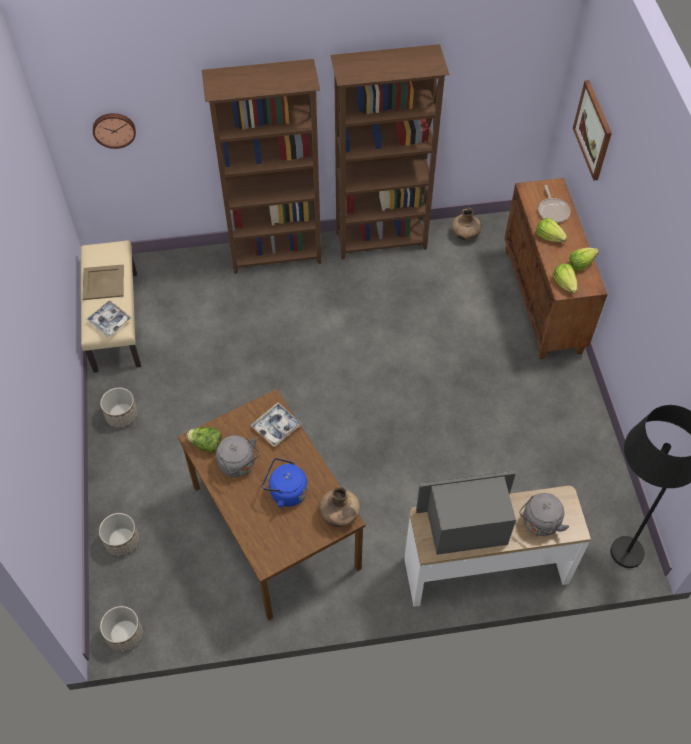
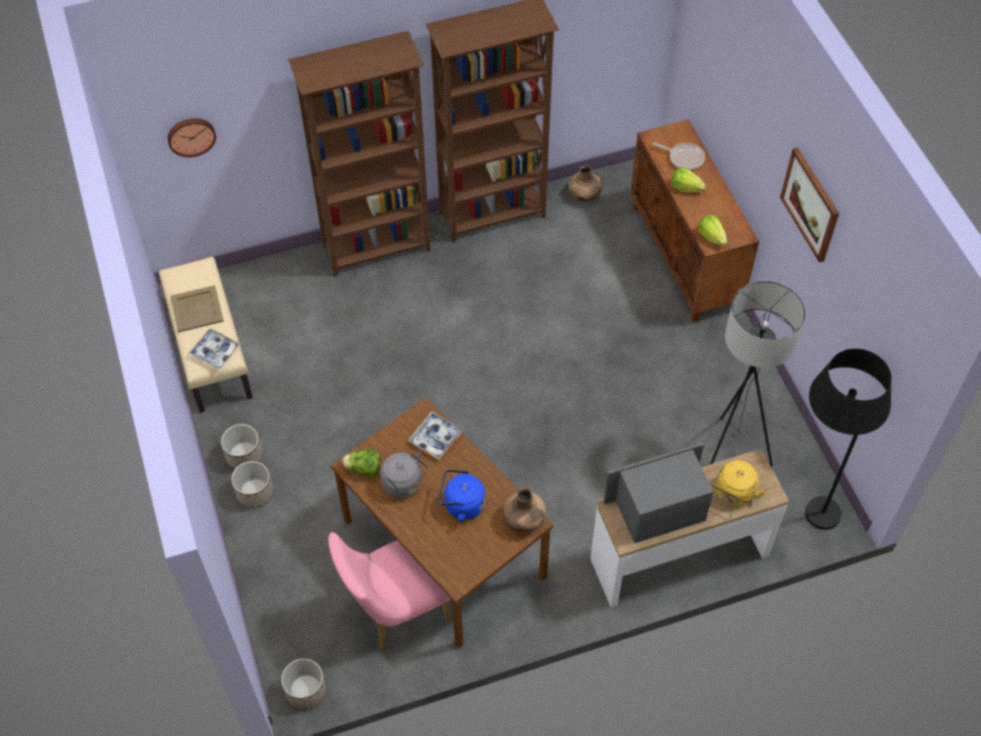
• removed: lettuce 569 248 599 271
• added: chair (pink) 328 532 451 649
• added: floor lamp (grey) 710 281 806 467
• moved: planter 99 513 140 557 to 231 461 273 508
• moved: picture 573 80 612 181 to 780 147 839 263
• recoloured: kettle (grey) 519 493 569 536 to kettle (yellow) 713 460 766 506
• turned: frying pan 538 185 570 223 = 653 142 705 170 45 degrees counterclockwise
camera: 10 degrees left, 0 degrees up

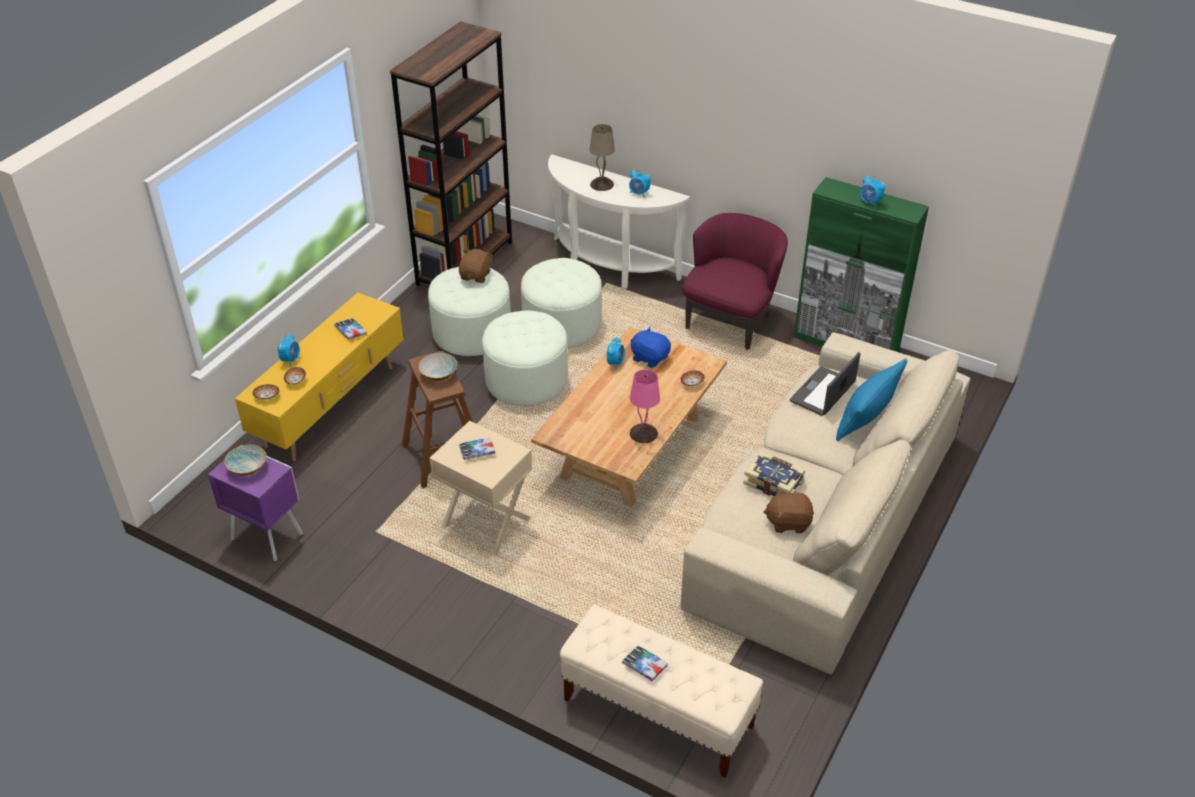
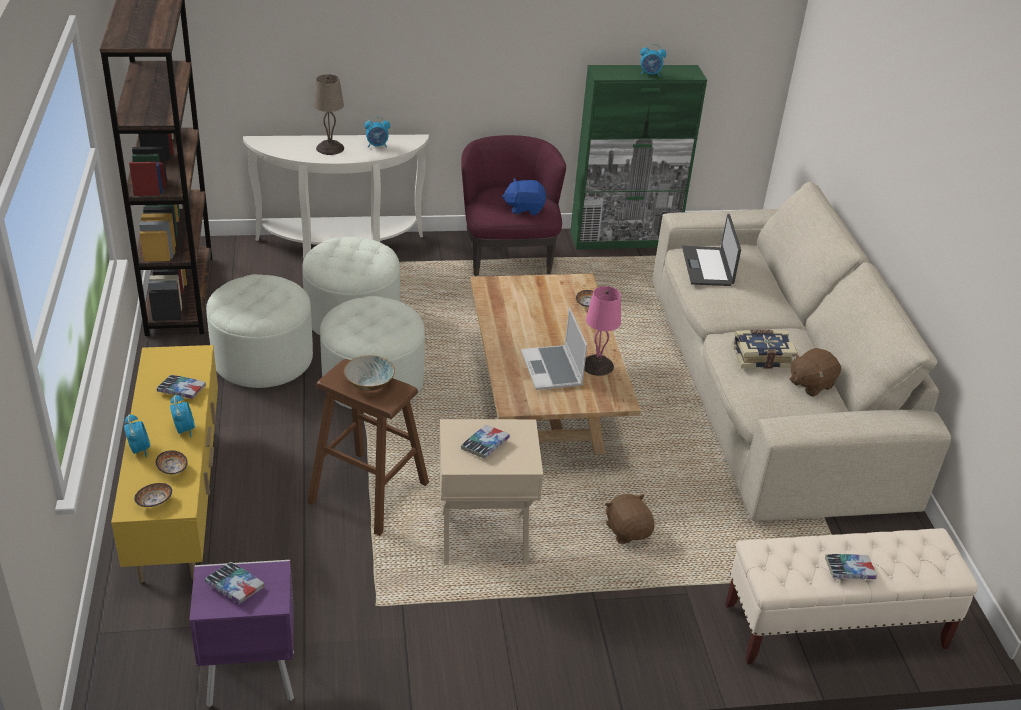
• removed: pillow (blue) 836 359 907 441
• added: laptop 521 307 587 390
• moved: plush toy (brown) 459 249 492 283 to 605 494 654 544
• moved: alarm clock 607 337 625 370 to 170 394 195 437
• moved: plush toy (blue) 631 327 671 368 to 502 178 547 215
• replaced: bowl 224 444 267 476 to book 205 562 264 604
camera: 40 degrees left, 5 degrees down

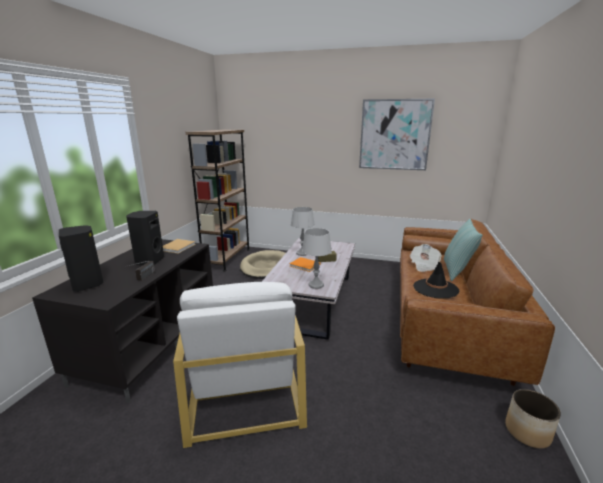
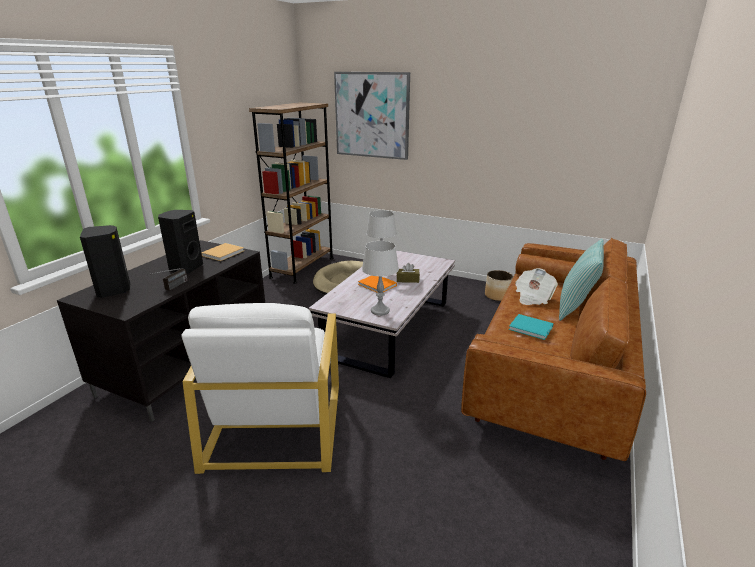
• moved: picture 359 99 435 170 to 334 72 410 160
• moved: planter 505 389 561 448 to 485 270 513 301
• replaced: hat (black) 413 262 459 299 to book (turquoise) 509 314 554 340
camera: 10 degrees right, 5 degrees up

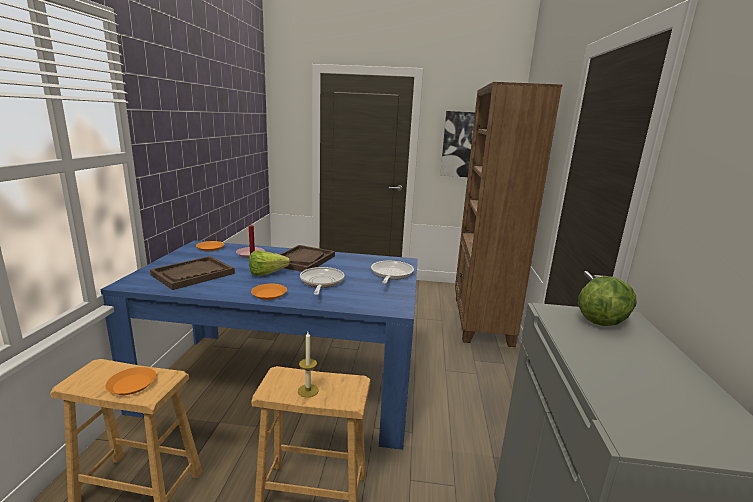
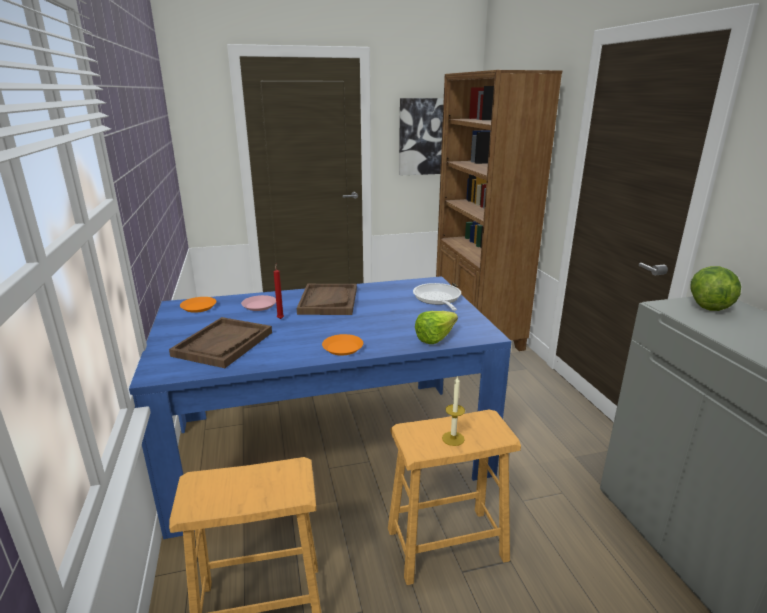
• removed: plate (orange) 105 367 156 395
• removed: frying pan 300 267 344 295
• moved: lettuce 249 251 290 276 to 415 311 458 344
camera: 20 degrees left, 5 degrees up

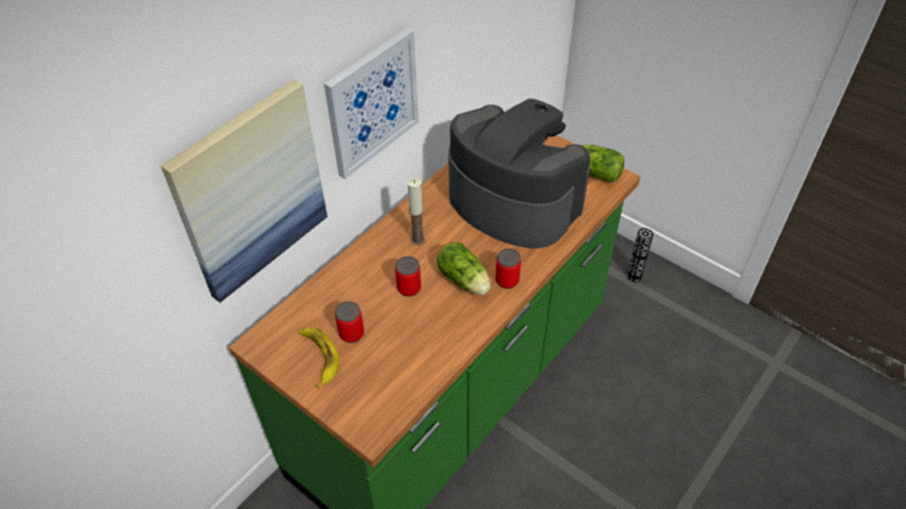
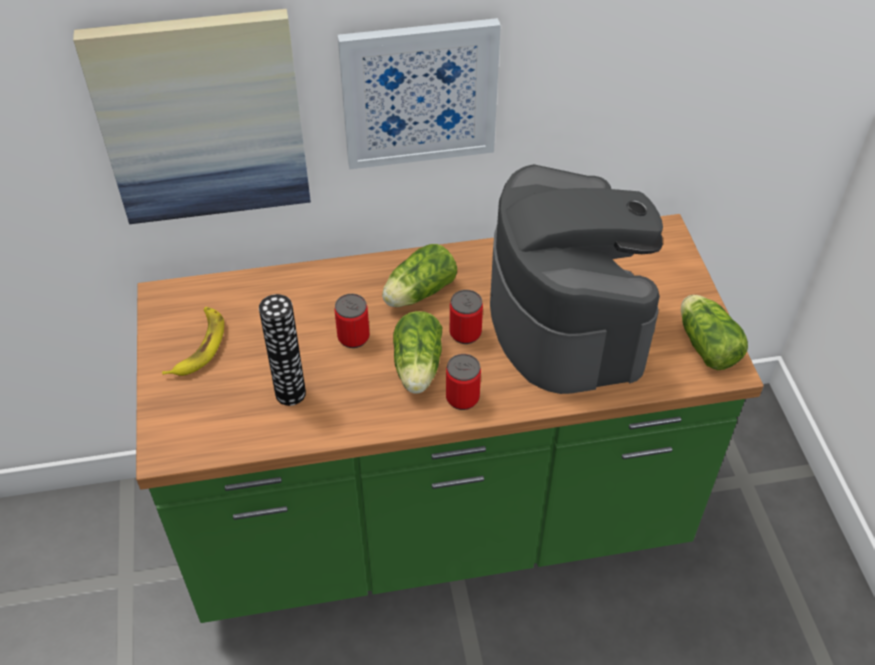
• moved: can 335 301 364 343 to 450 290 483 344
• moved: vase 627 228 653 282 to 259 294 306 406
• replaced: candle 407 178 425 245 to lettuce 382 244 457 307
camera: 40 degrees right, 0 degrees up

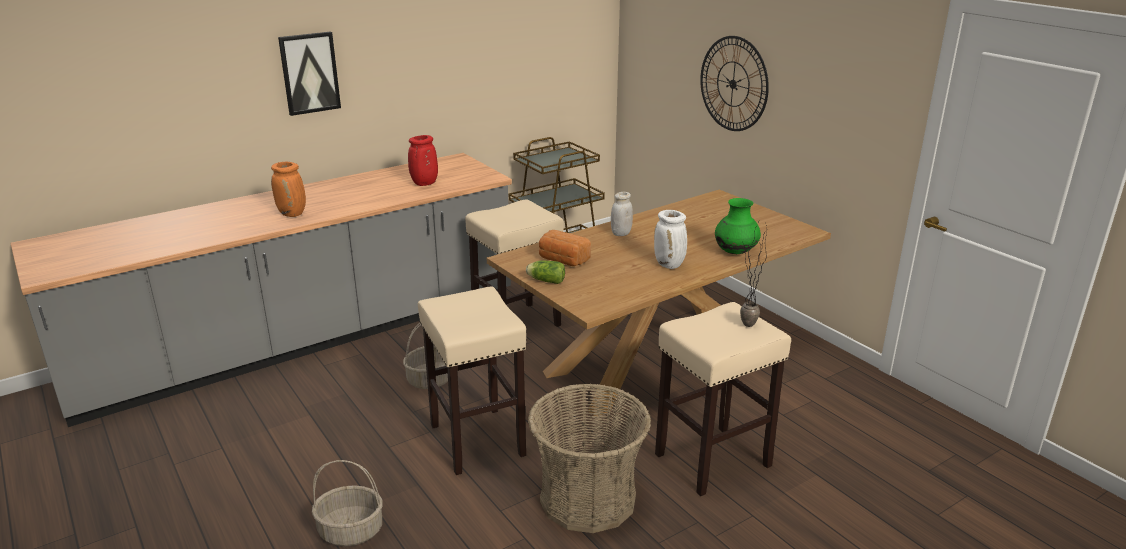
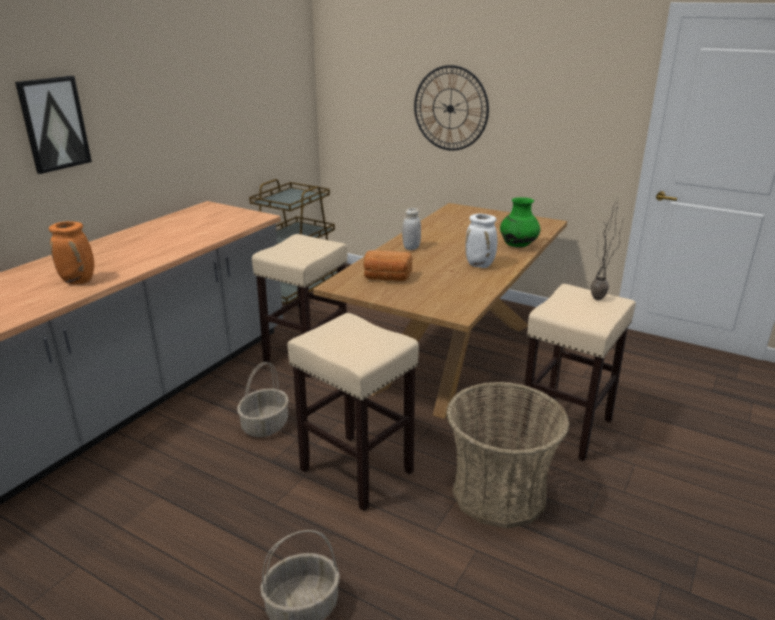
• removed: vase (red) 408 135 438 186
• removed: lettuce 526 260 565 284
camera: 25 degrees left, 0 degrees up

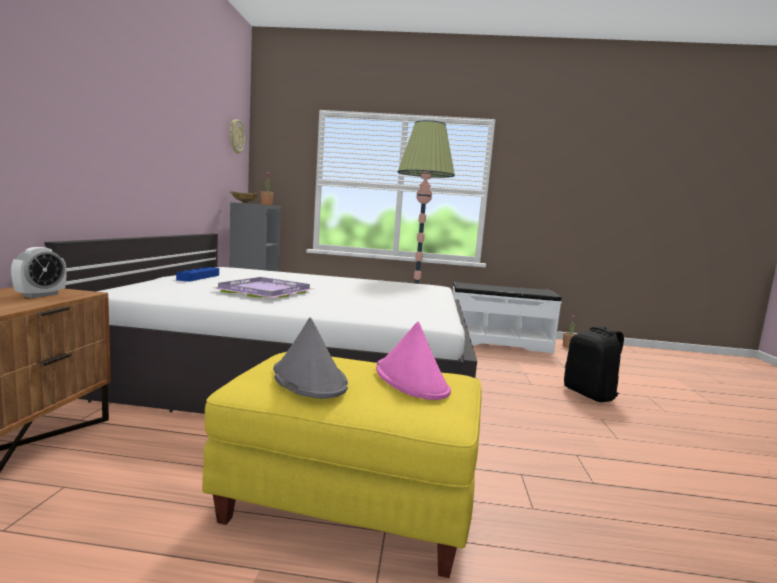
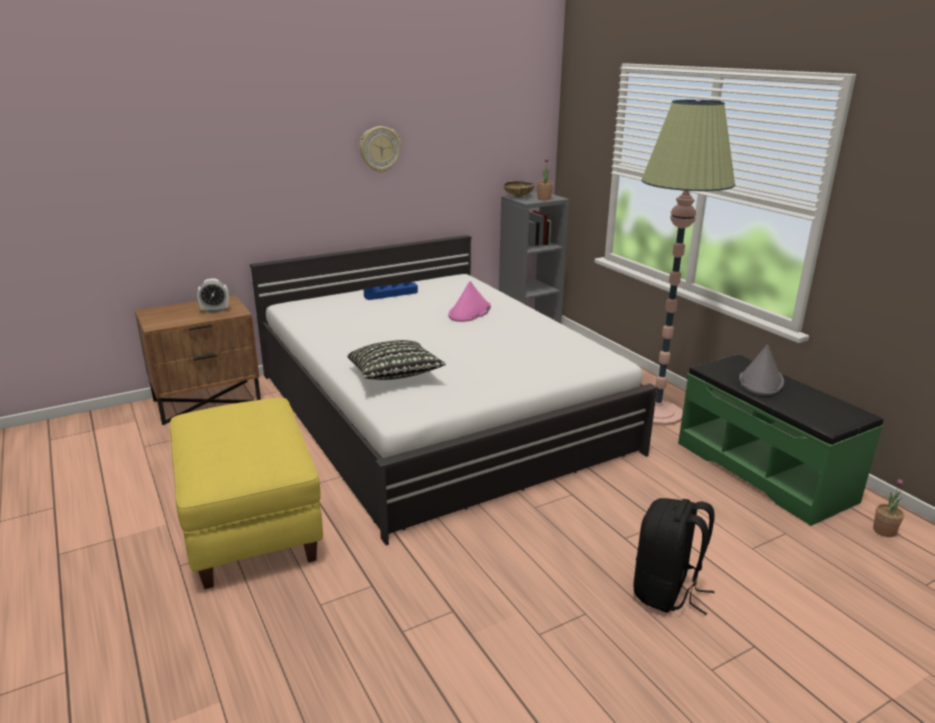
• removed: tray (purple) 213 277 314 298
• added: pillow 347 340 446 380
• moved: wall clock 230 119 245 154 to 360 126 401 172
• moved: hat (grey) 273 318 348 399 to 739 344 784 395
• moved: hat (pink) 376 321 451 400 to 448 281 491 322
• recoloured: bench (white) 453 282 562 353 to bench (green) 678 354 883 526
camera: 55 degrees right, 15 degrees up

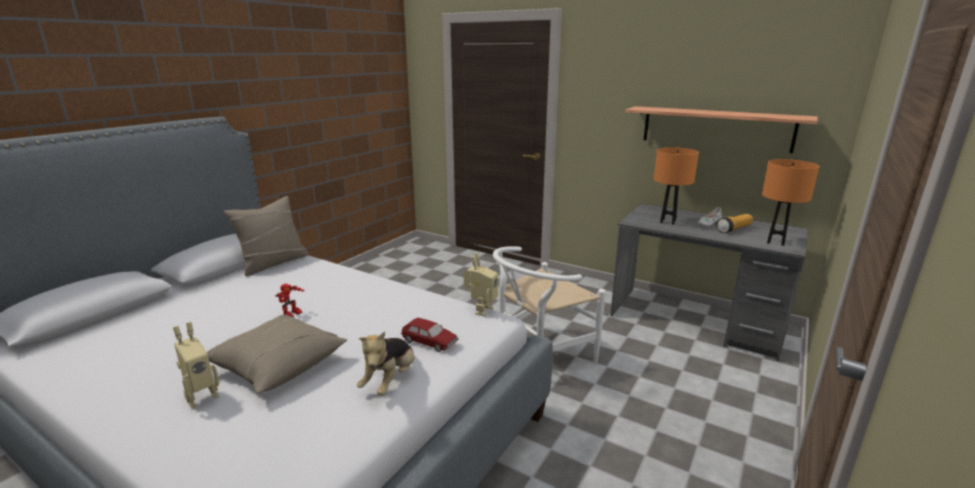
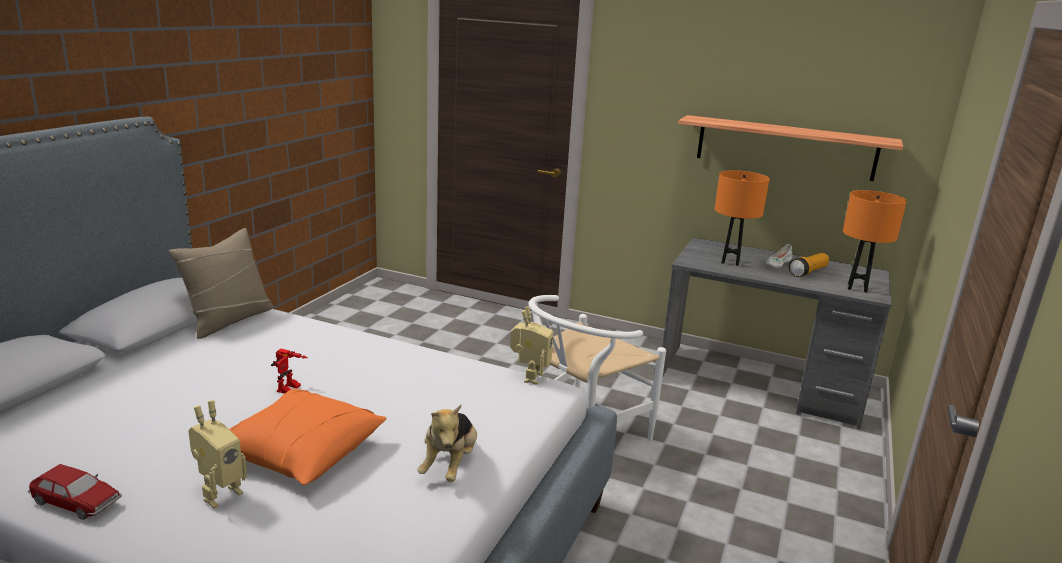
• moved: toy car 401 318 459 352 to 28 464 122 520
• recoloured: pillow (beige) 207 315 347 393 to pillow (orange) 229 389 386 485
camera: 10 degrees left, 0 degrees up

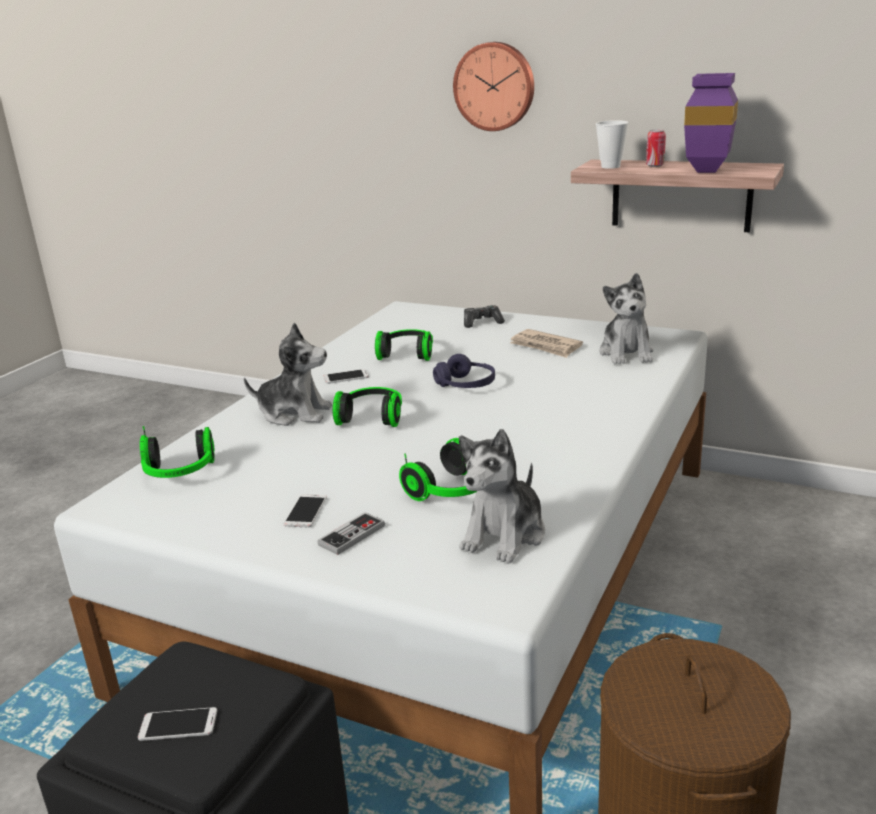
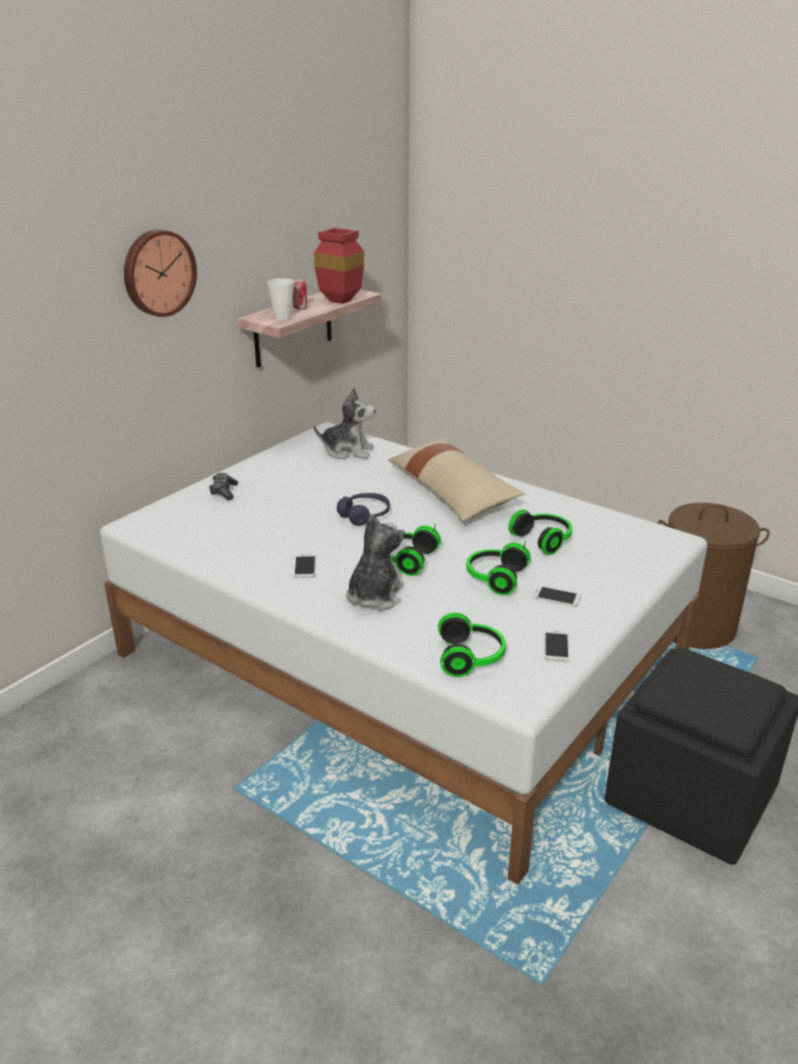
• removed: game controller 317 512 385 555
• removed: plush toy 459 429 545 564
• removed: newspaper 510 329 583 358
• added: pillow (beige) 388 438 525 521
• moved: phone 138 707 217 741 to 544 630 569 662
• moved: headphones 375 329 433 361 to 466 540 531 595
• recoloured: vase (purple) 684 73 738 173 to vase (red) 314 228 364 304
camera: 80 degrees left, 5 degrees up

